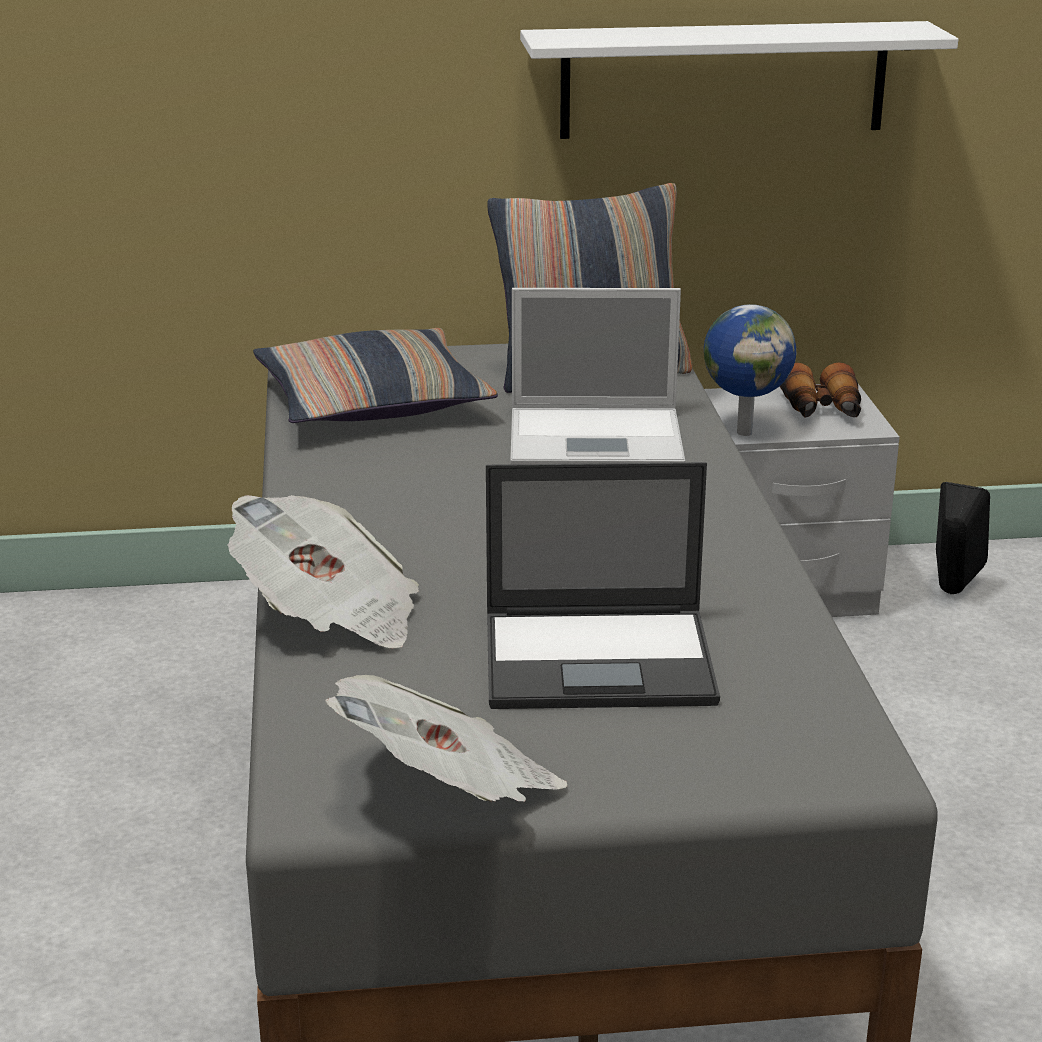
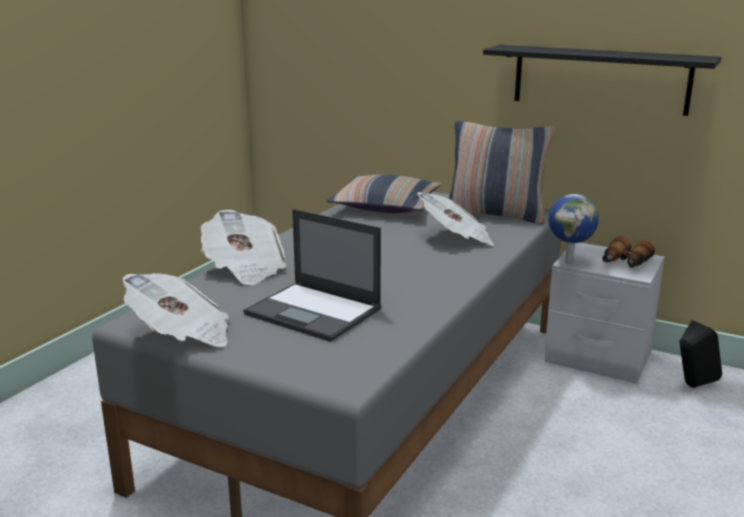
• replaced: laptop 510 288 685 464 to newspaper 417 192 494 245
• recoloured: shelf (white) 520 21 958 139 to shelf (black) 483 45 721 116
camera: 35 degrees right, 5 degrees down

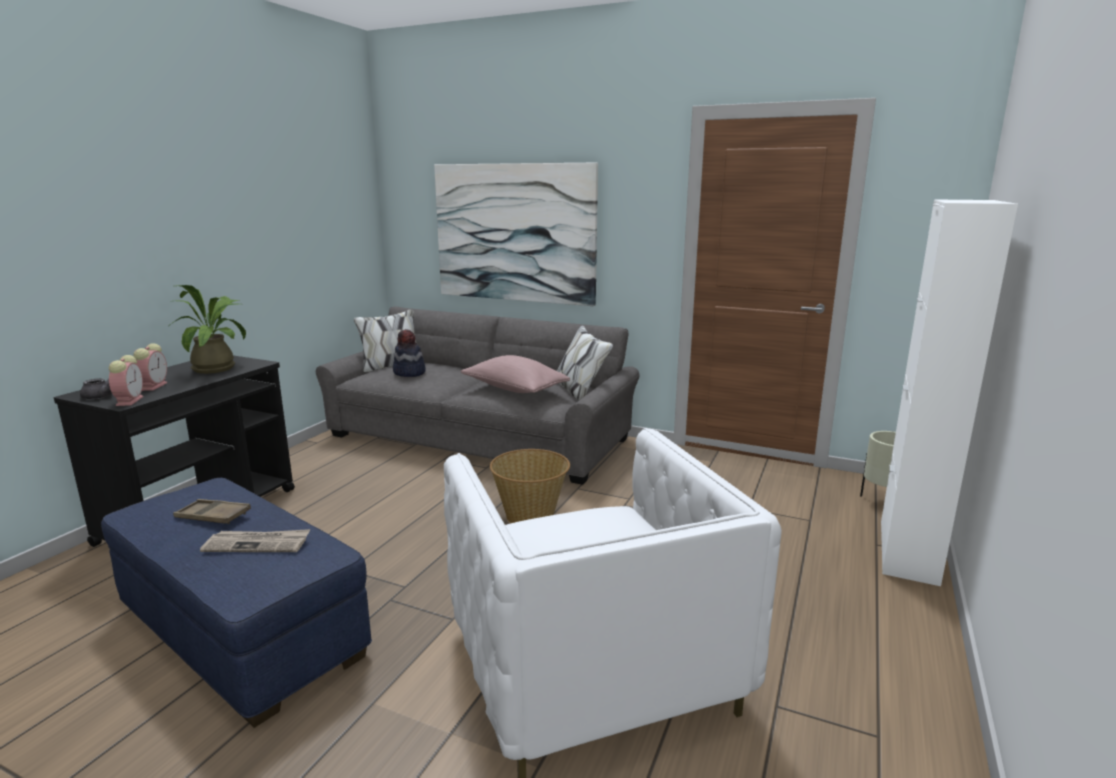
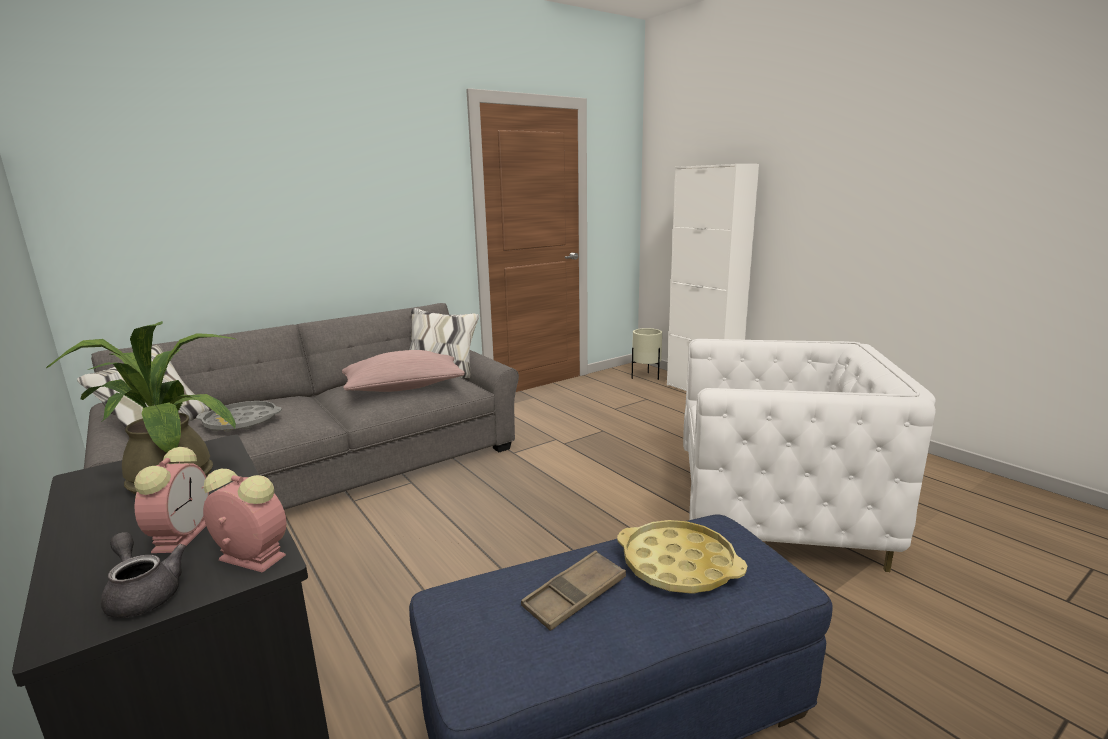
• removed: picture 434 162 598 306
• removed: basket 490 449 570 523
• replaced: newspaper 200 529 310 552 to tray (yellow) 617 520 747 594
• replaced: hat 393 329 426 377 to tray (grey) 196 401 282 432
• turned: alarm clock 133 343 167 391 = 134 447 209 553 60 degrees clockwise
camera: 60 degrees left, 0 degrees up

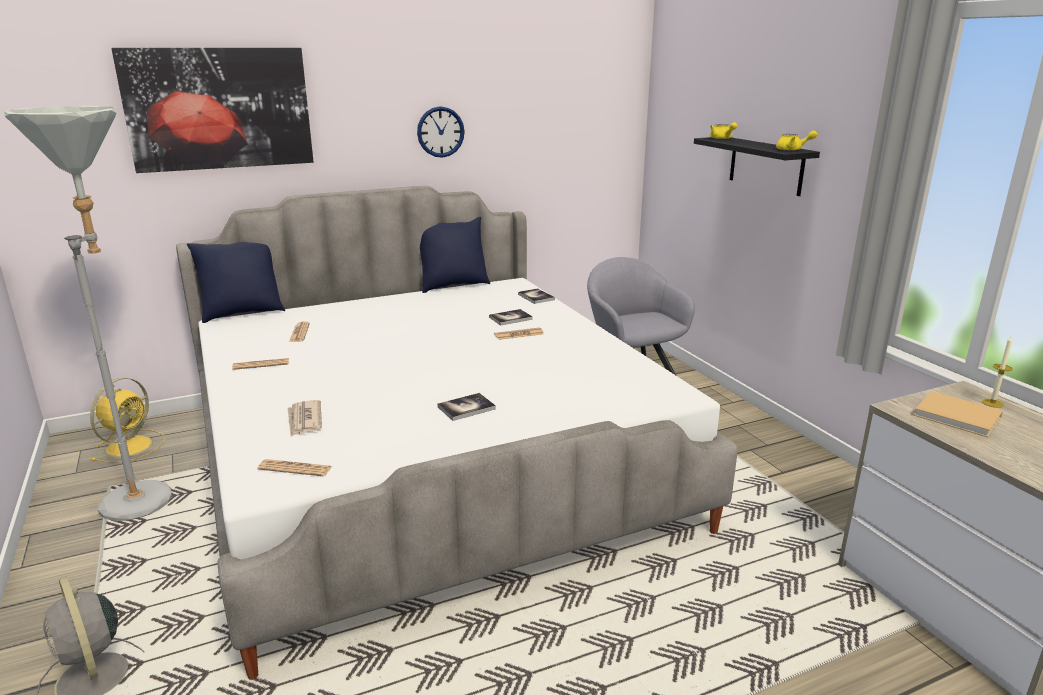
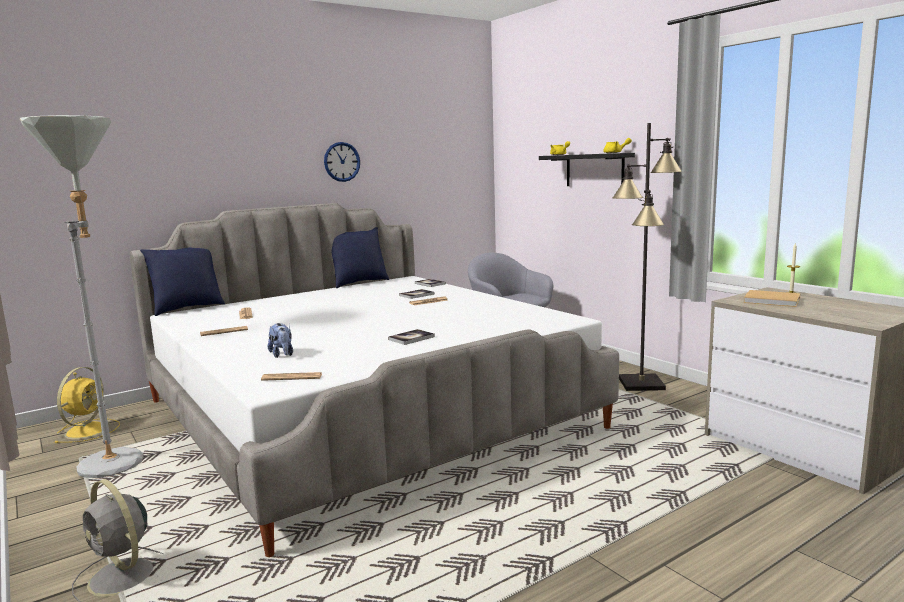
• removed: picture 111 48 313 173
• added: floor lamp (black) 612 123 682 391
• replaced: newspaper 288 400 322 437 to plush toy 268 323 293 358
camera: 10 degrees left, 10 degrees down

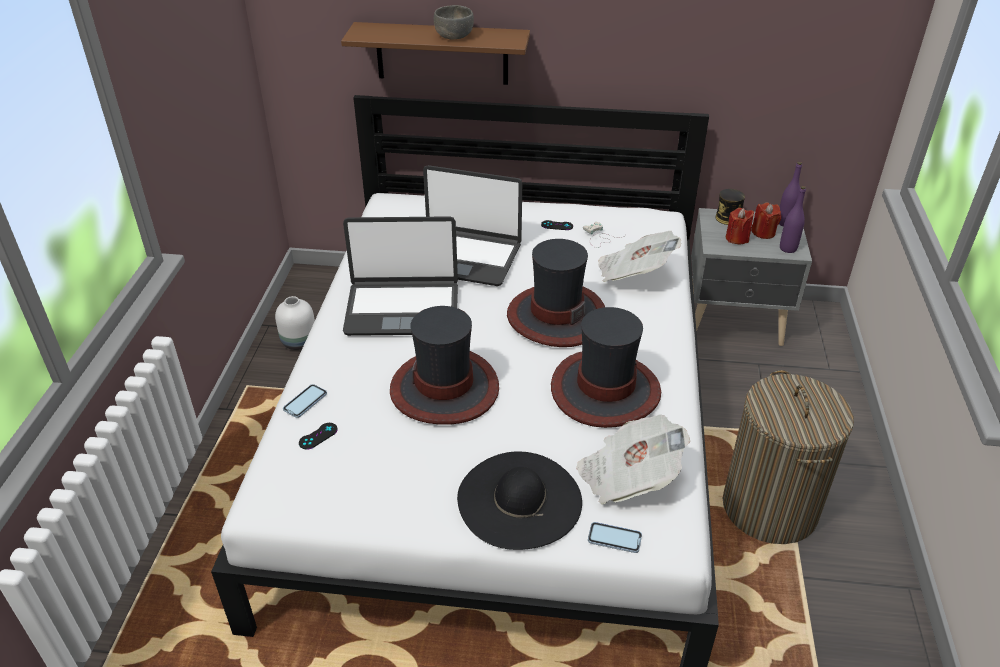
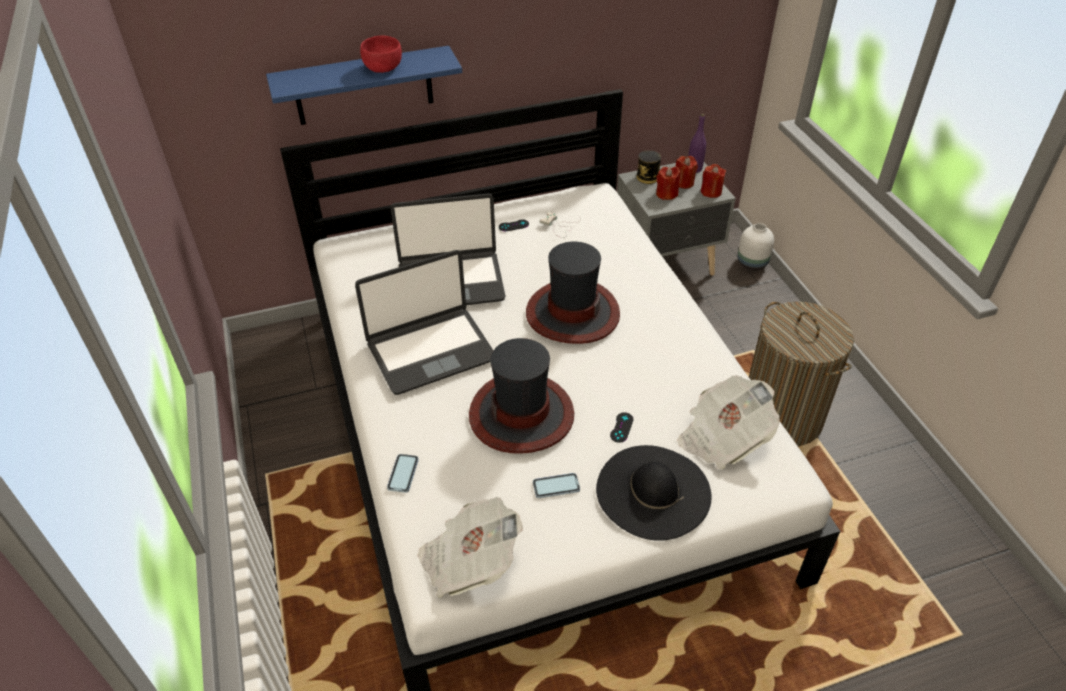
• removed: hat 551 307 661 428
• moved: vase (white) 275 296 315 350 to 737 223 774 270
• moved: game controller (black) 299 423 338 450 to 610 412 634 443
• moved: phone 588 522 642 553 to 533 473 580 498
• moved: newspaper 598 231 681 282 to 417 497 523 598
• replaced: bottle (purple) 780 186 806 253 to candle (red) 701 164 726 198
• recoloured: shelf (brown) 341 22 530 85 to shelf (blue) 266 46 462 125
• recoloured: bowl (grey) 434 5 474 39 to bowl (red) 360 36 402 73
camera: 25 degrees left, 5 degrees up

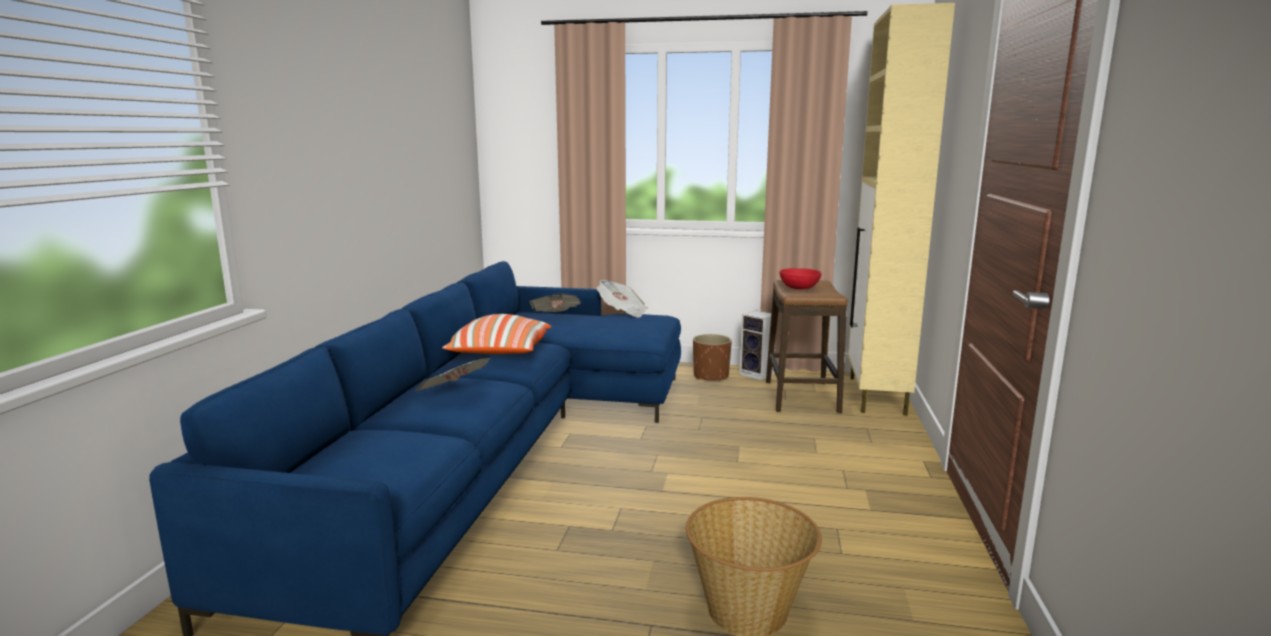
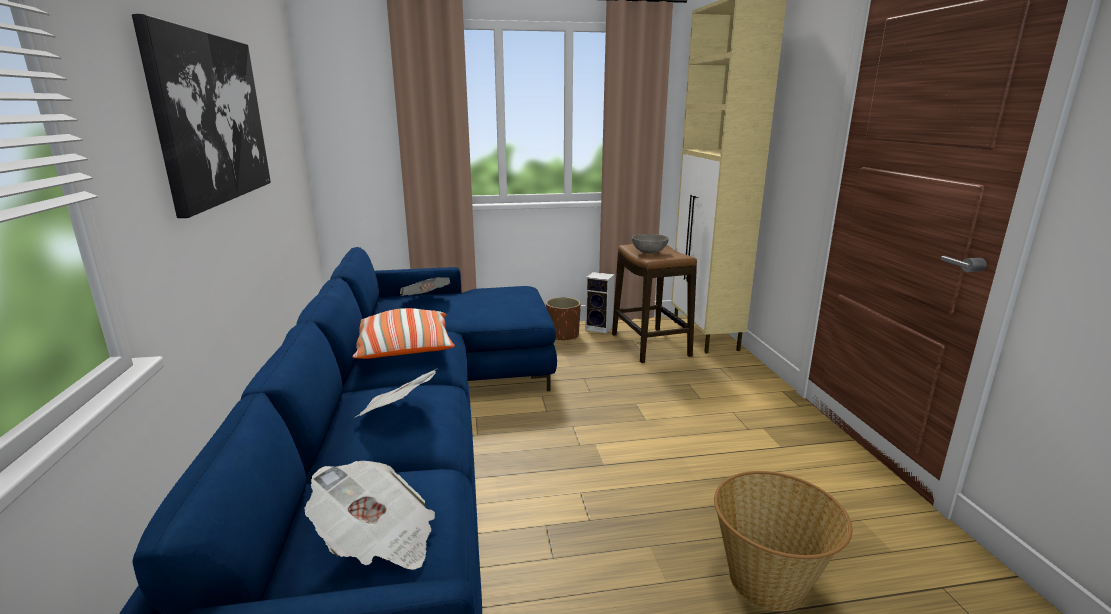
• added: picture 132 14 271 218
• moved: newspaper 597 280 648 318 to 304 461 435 570
• recoloured: bowl (red) 779 268 822 289 to bowl (grey) 632 234 669 253
camera: 20 degrees left, 5 degrees up

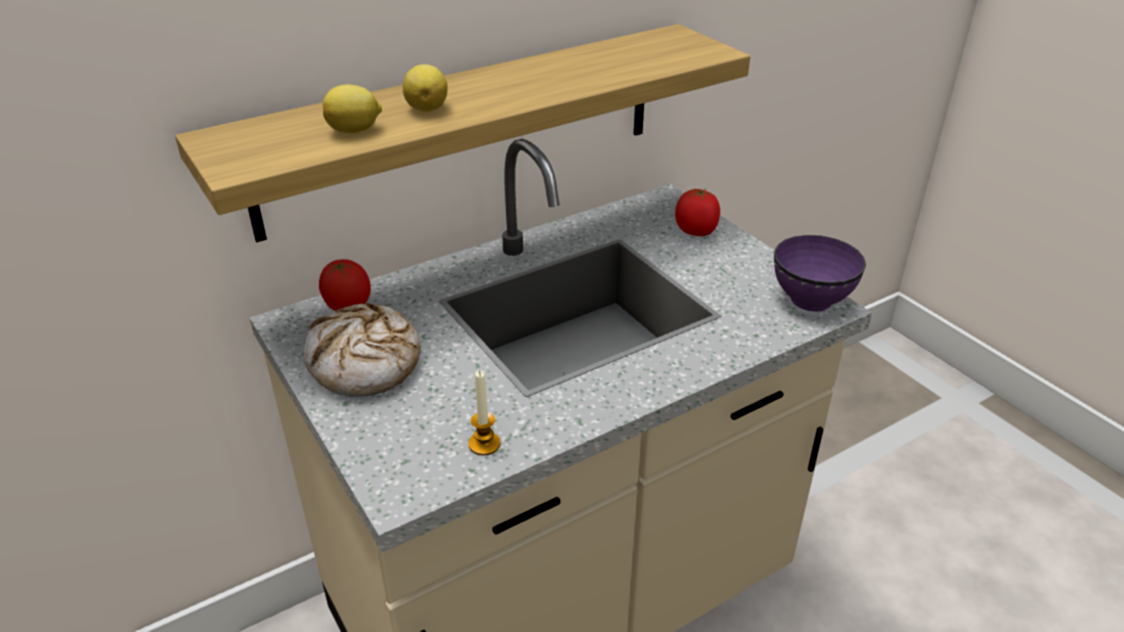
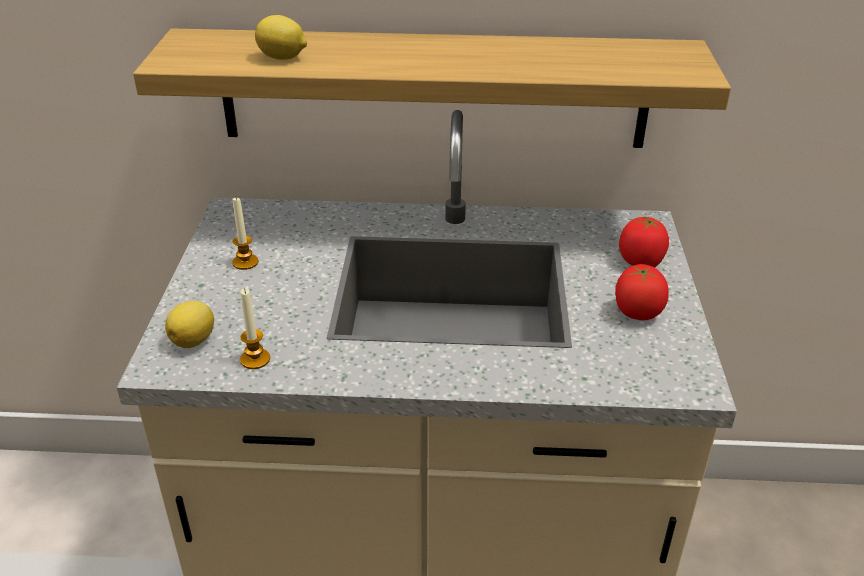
• removed: bowl (purple) 774 235 866 312
• moved: tomato 319 259 371 310 to 615 264 669 320
• moved: lemon 403 64 448 112 to 165 301 214 348
• replaced: bread 304 303 421 397 to candle 232 198 258 270
camera: 35 degrees right, 0 degrees up

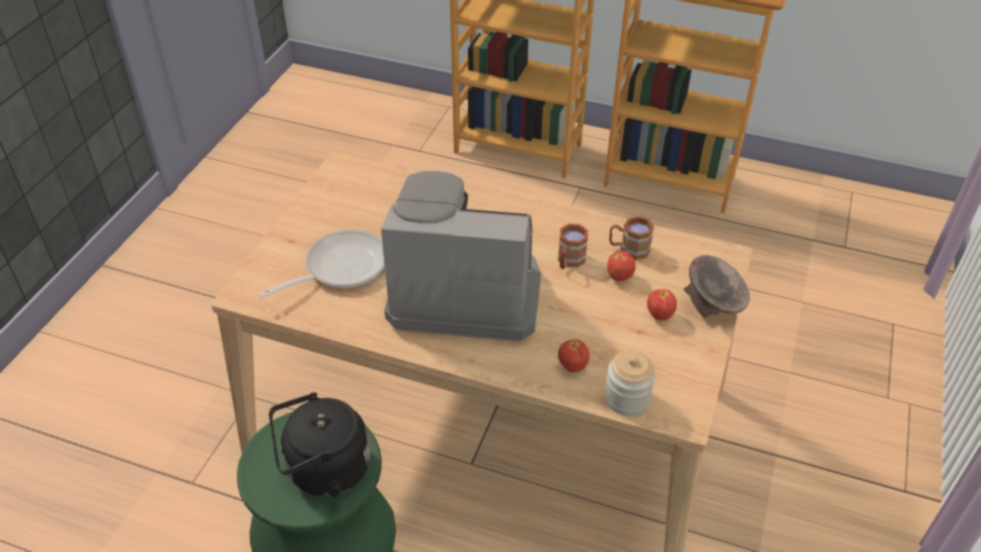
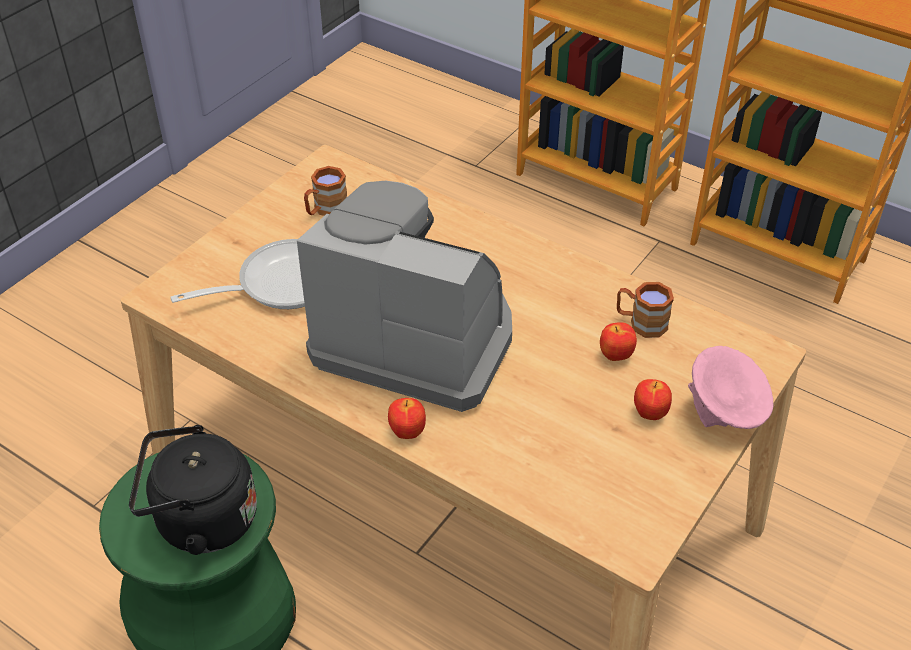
• removed: jar 605 350 656 416
• moved: mug (brown) 558 224 588 269 to 304 166 347 216
• moved: apple 558 339 590 373 to 388 398 426 439
• recoloured: bowl (grey) 684 255 750 318 to bowl (pink) 688 346 773 429
camera: 15 degrees right, 0 degrees up

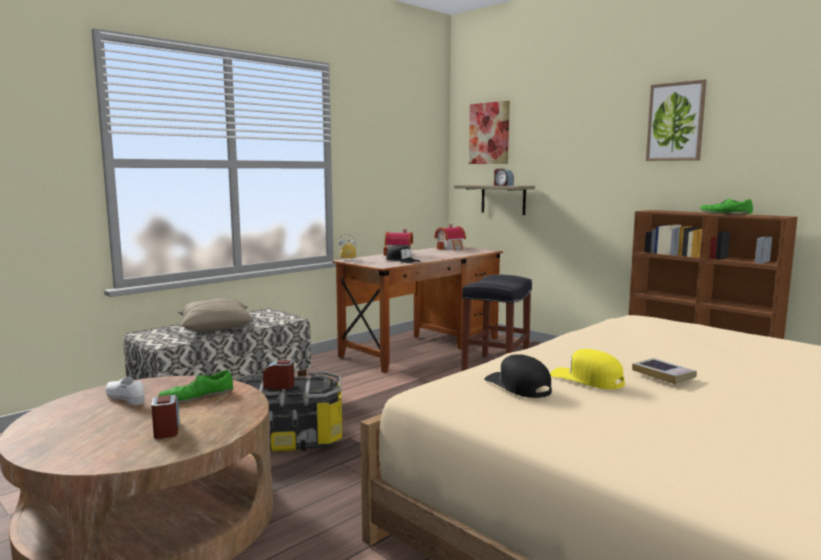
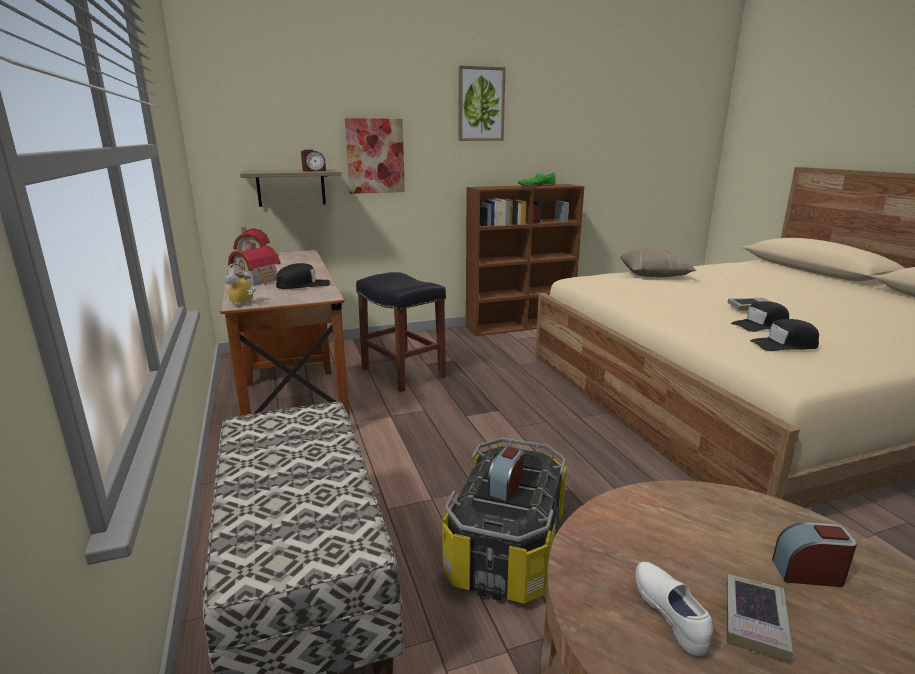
• removed: shoe (green) 158 370 233 404
• added: book 727 574 793 661
• moved: pillow (beige) 178 298 254 331 to 620 248 696 277
• moved: picture 469 101 510 164 to 345 118 405 194
• recoloured: cap (yellow) 550 349 625 389 to cap (black) 731 301 789 332
• turned: shoe (white) 106 377 145 405 = 635 562 713 657 105 degrees clockwise
camera: 65 degrees left, 10 degrees up

